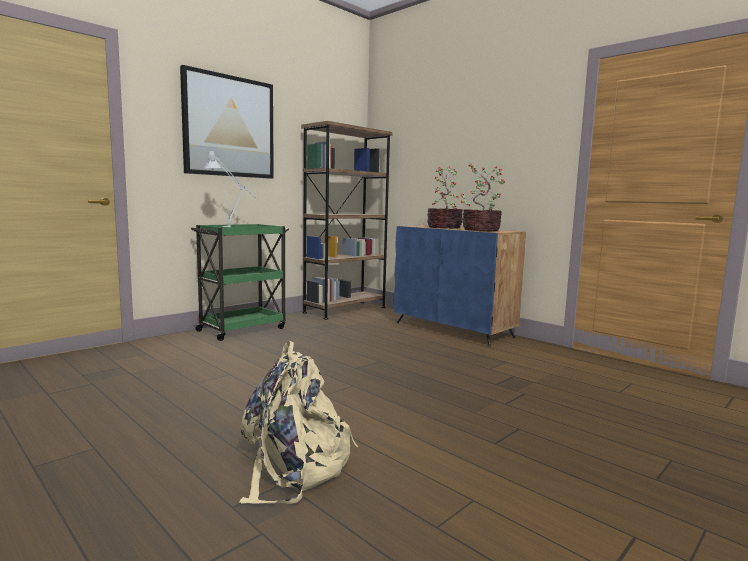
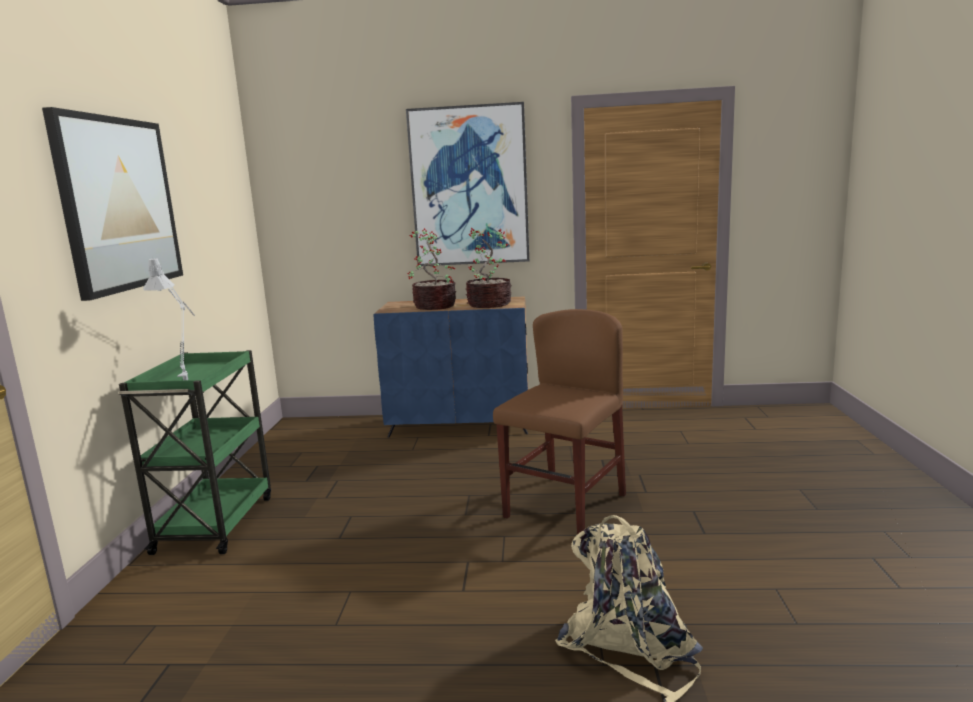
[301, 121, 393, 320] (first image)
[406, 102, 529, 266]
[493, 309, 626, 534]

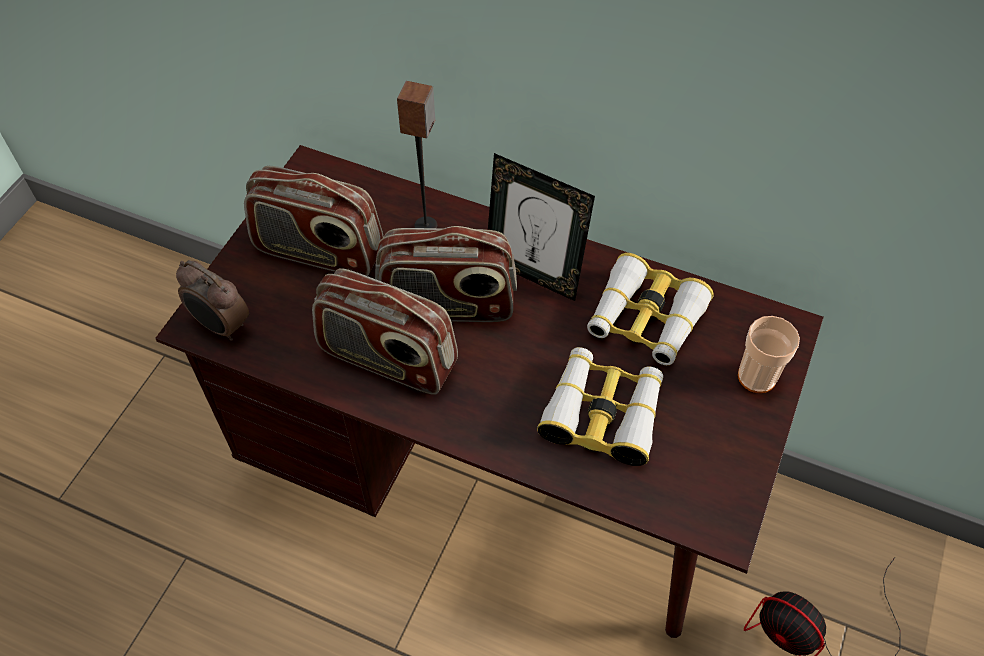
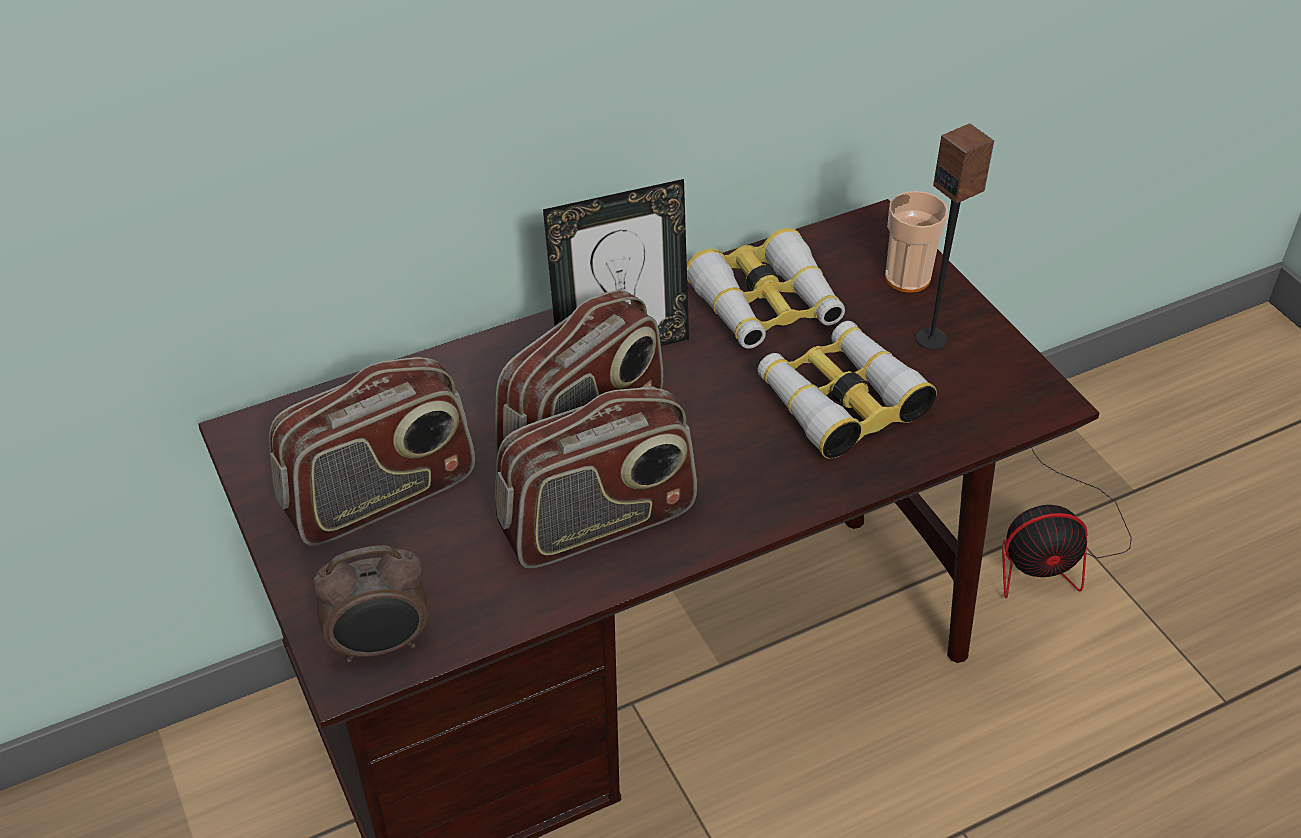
[916, 123, 994, 350]

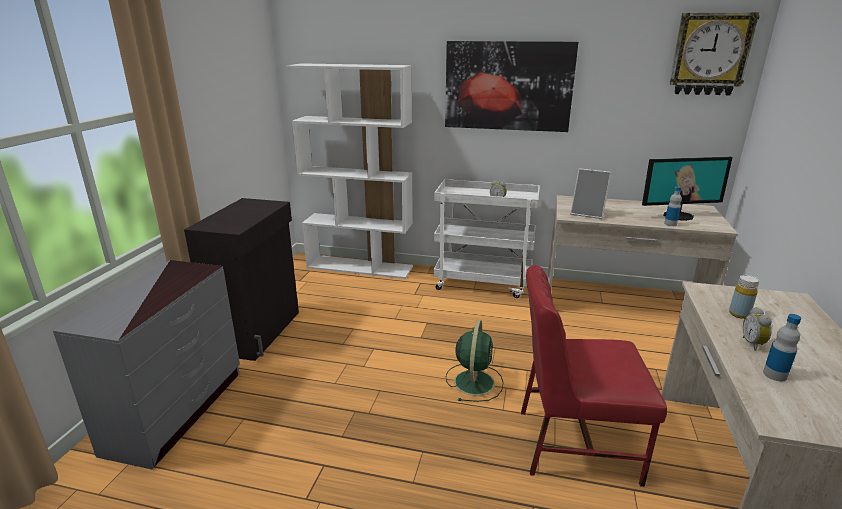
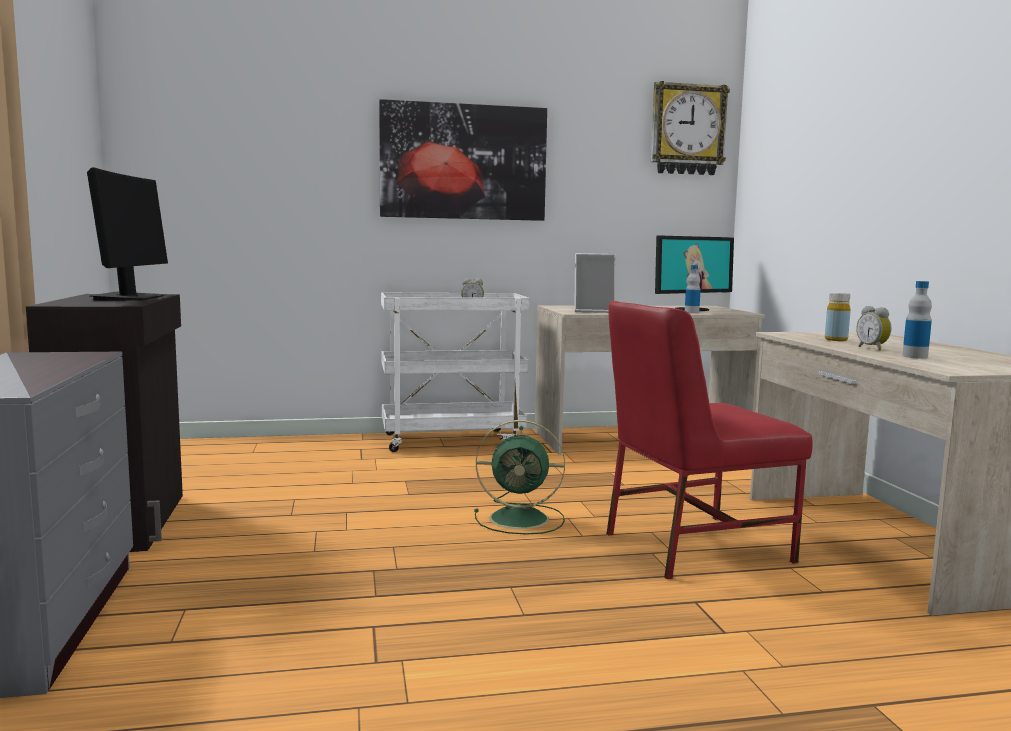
[286, 63, 413, 279] (first image)
[474, 420, 565, 535]
[87, 167, 168, 301]

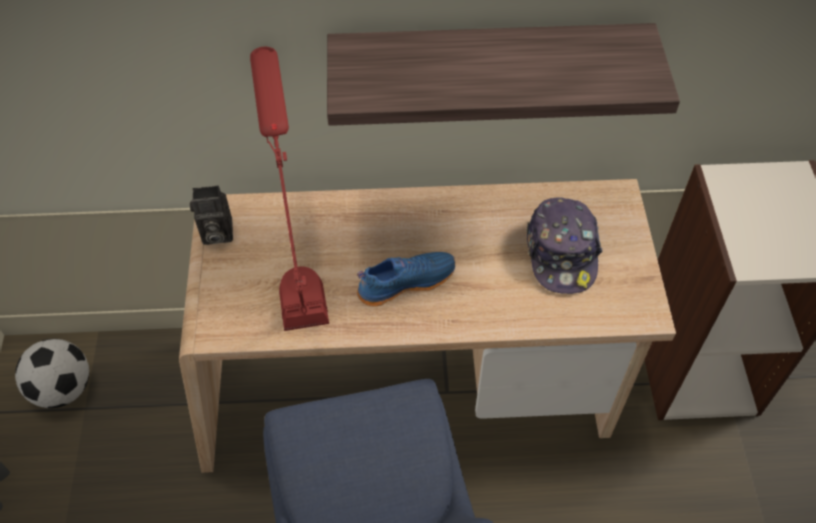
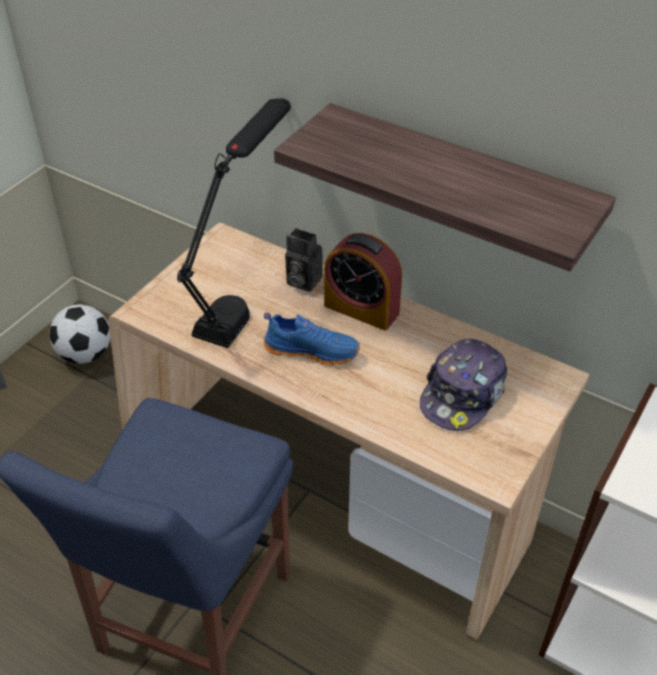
[177, 98, 291, 348]
[285, 228, 323, 292]
[324, 233, 402, 330]

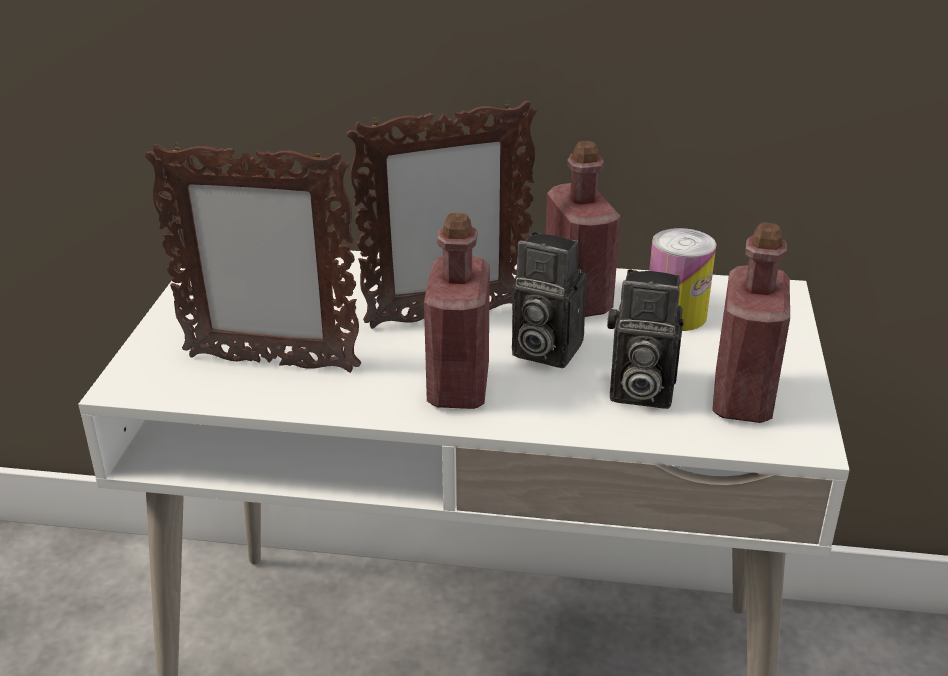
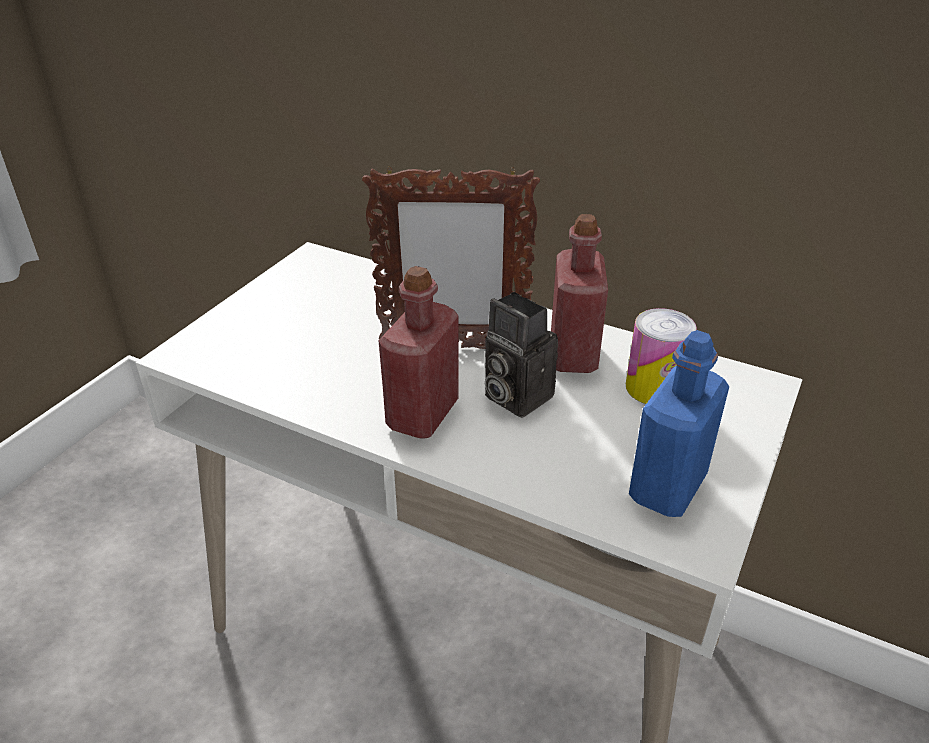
[145, 142, 361, 373] (first image)
[629, 330, 730, 517]
[607, 269, 684, 409] (first image)

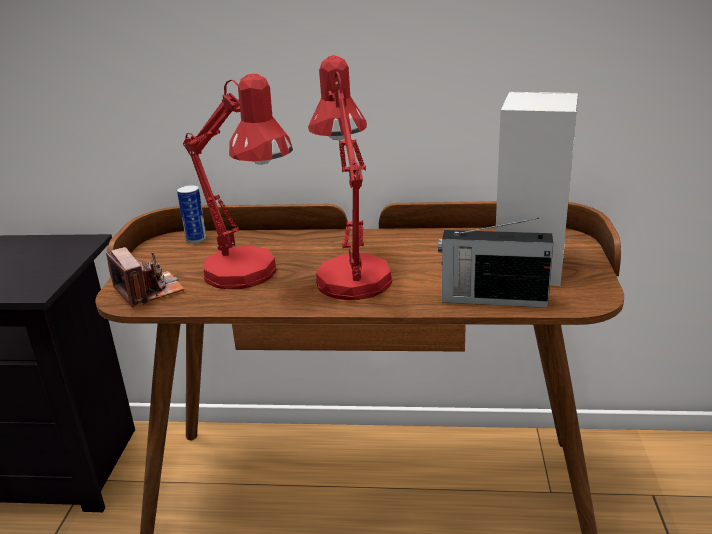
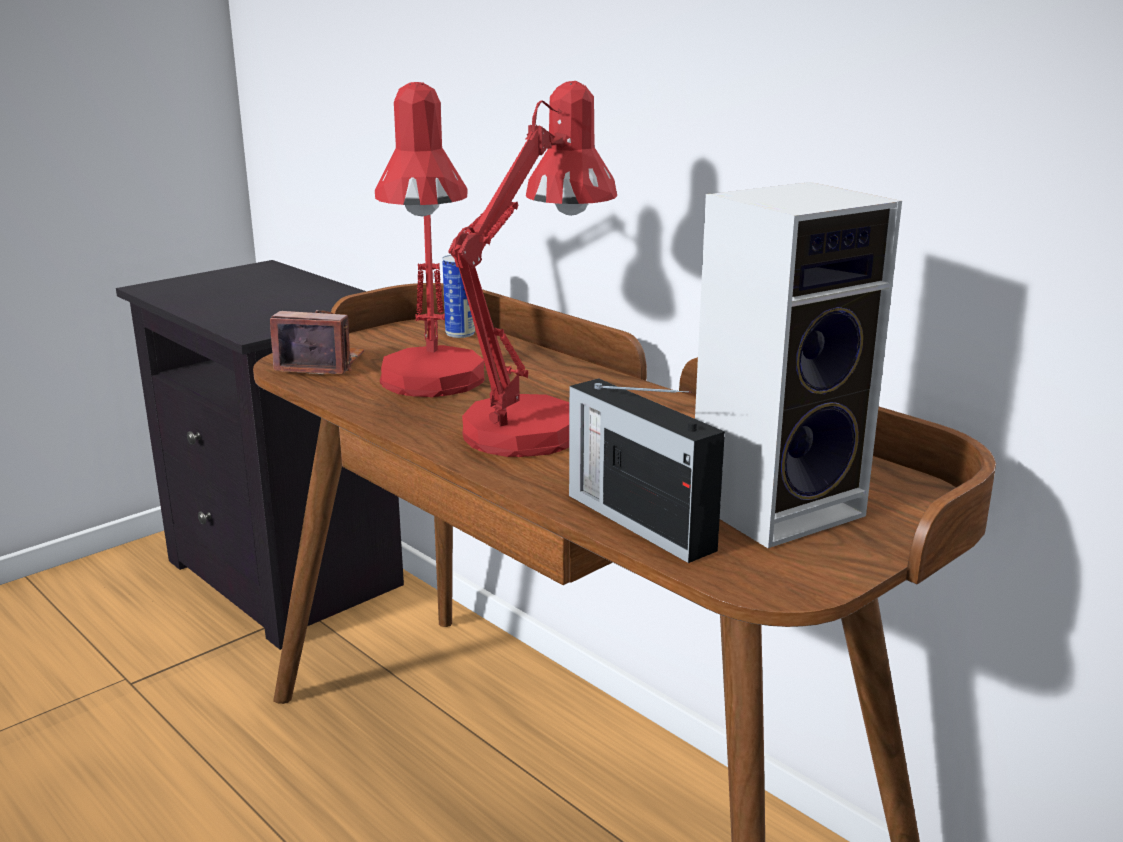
[270, 310, 365, 375]

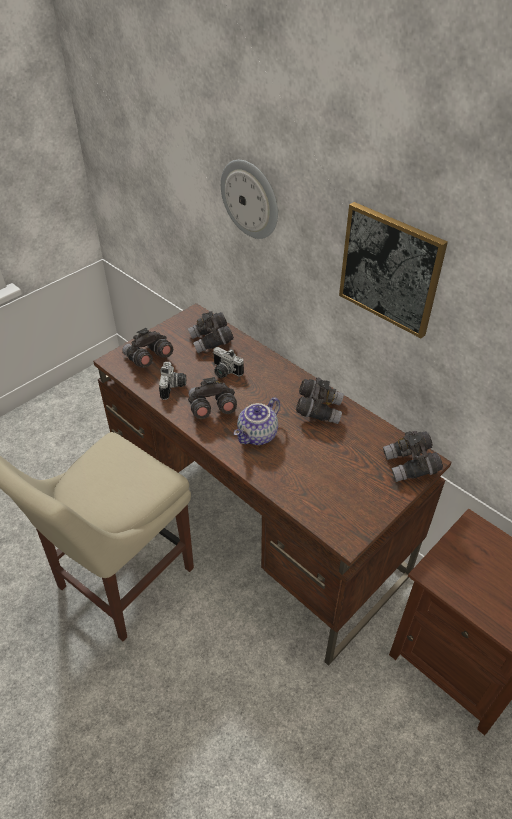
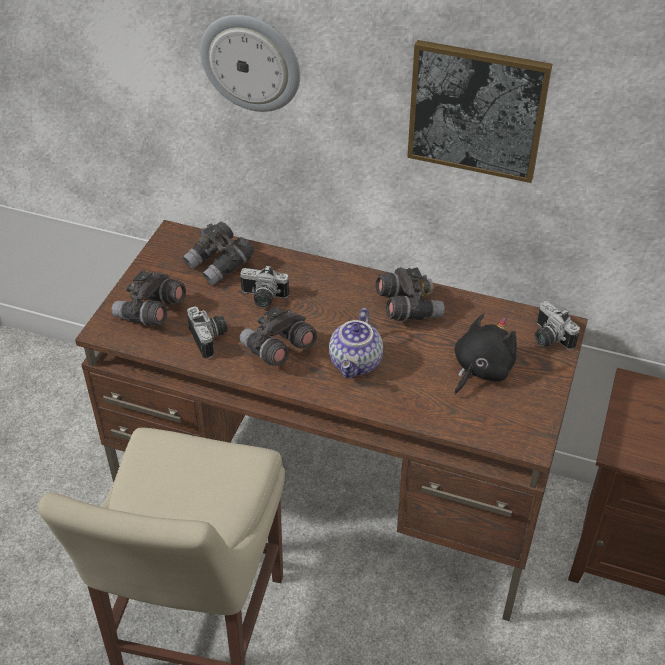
[534, 301, 580, 350]
[454, 314, 517, 395]

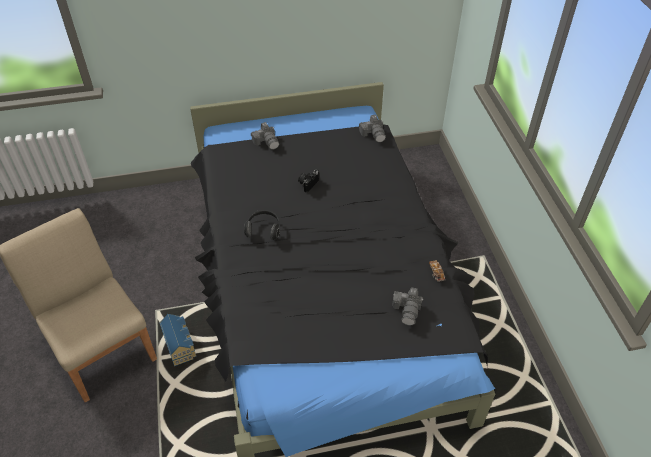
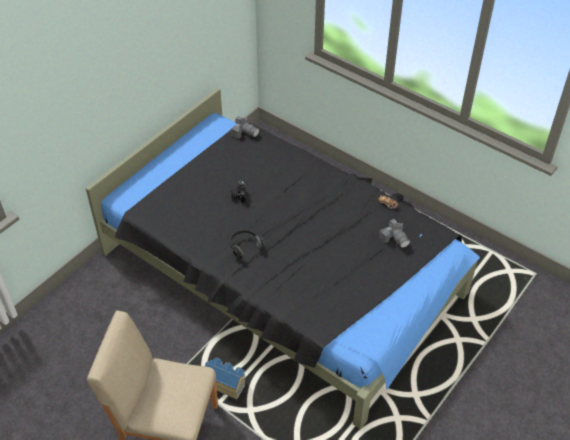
[251, 122, 279, 150] (first image)

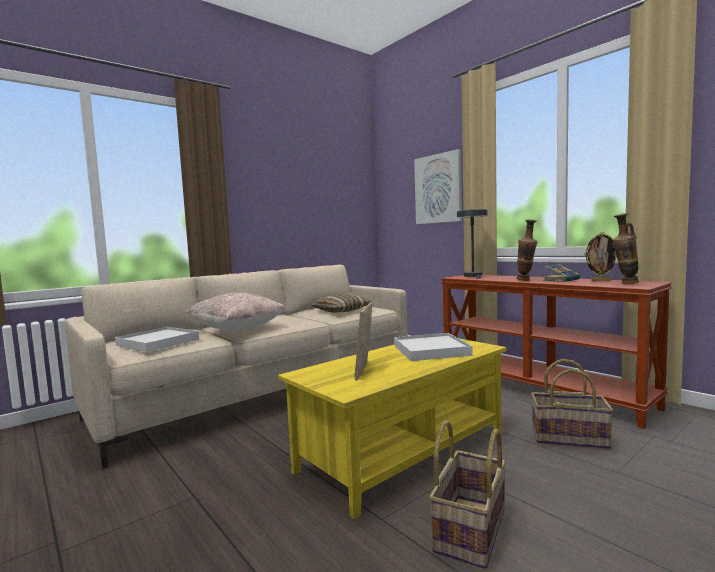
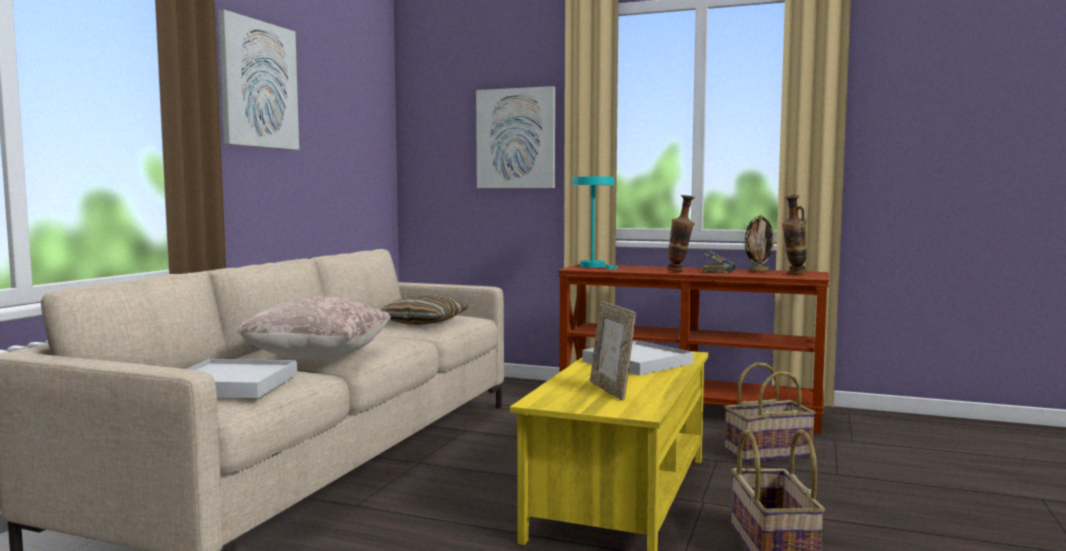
[573, 175, 618, 270]
[218, 10, 299, 150]

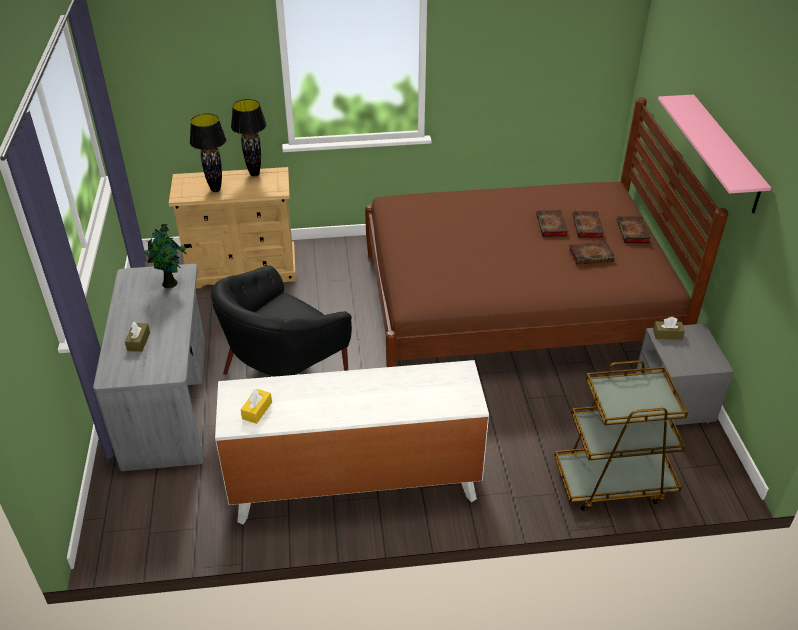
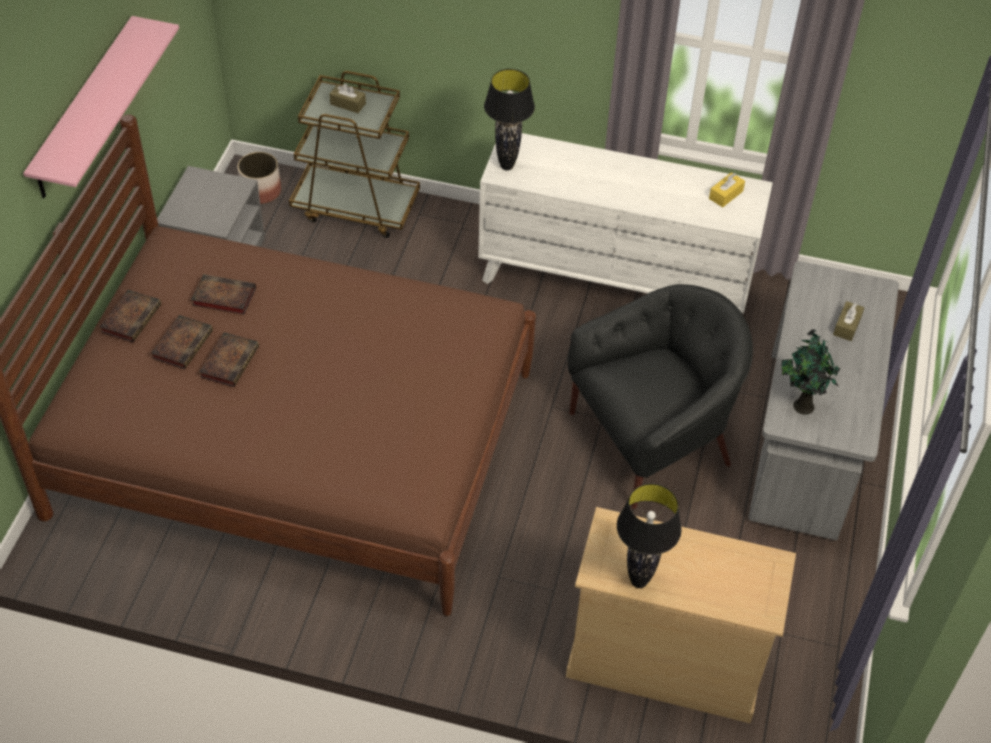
[484, 69, 535, 170]
[330, 83, 366, 113]
[238, 152, 281, 204]

